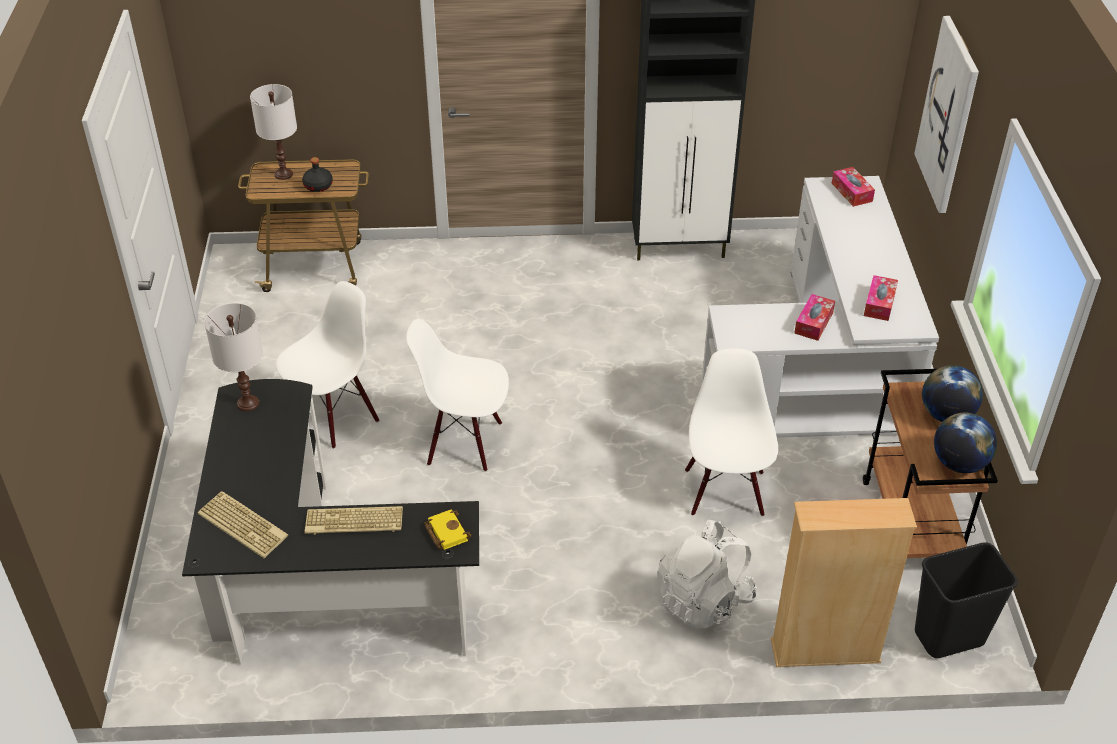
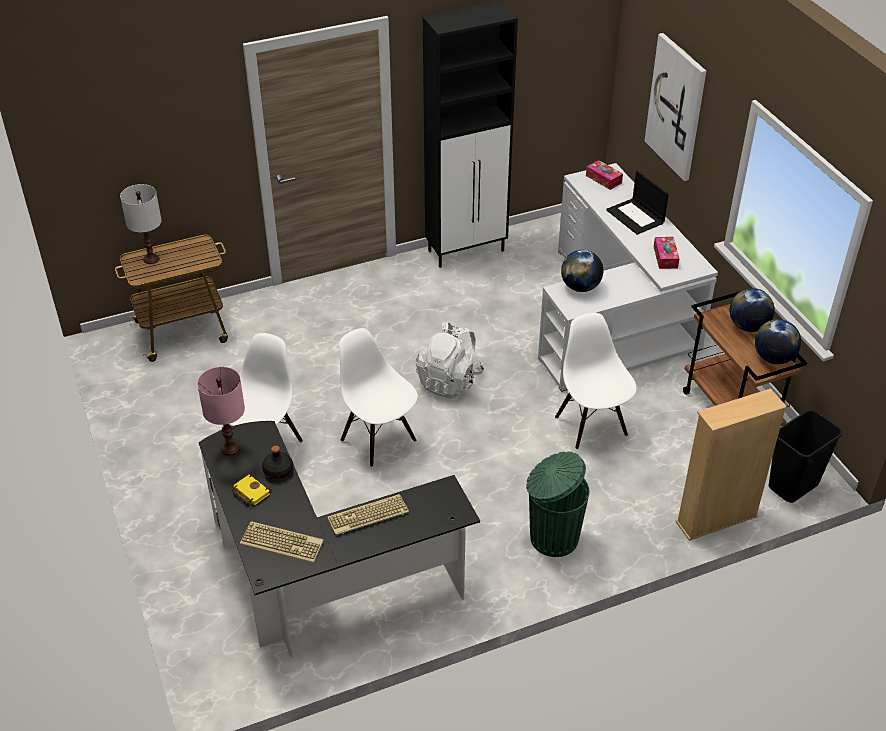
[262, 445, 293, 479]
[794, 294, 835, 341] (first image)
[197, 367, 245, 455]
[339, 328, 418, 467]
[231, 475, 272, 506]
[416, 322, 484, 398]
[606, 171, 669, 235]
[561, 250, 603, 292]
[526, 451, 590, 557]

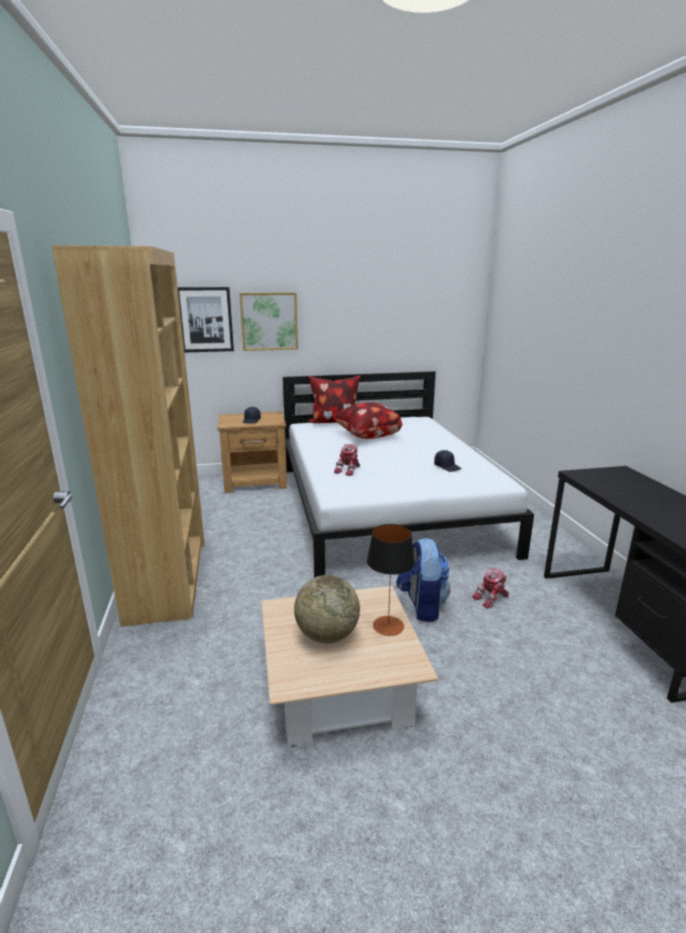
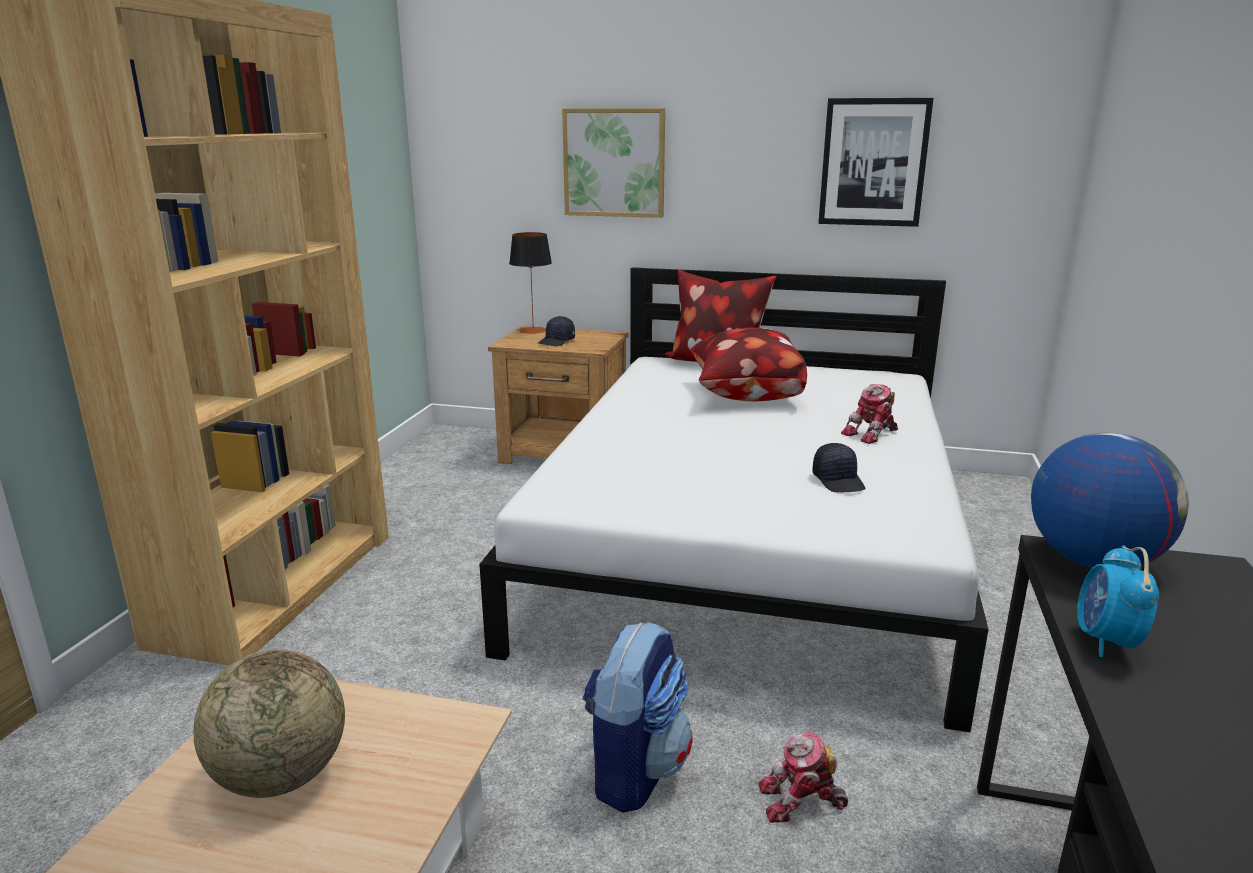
[818, 98, 934, 227]
[841, 384, 898, 444]
[509, 232, 552, 334]
[1031, 433, 1189, 568]
[1077, 545, 1159, 657]

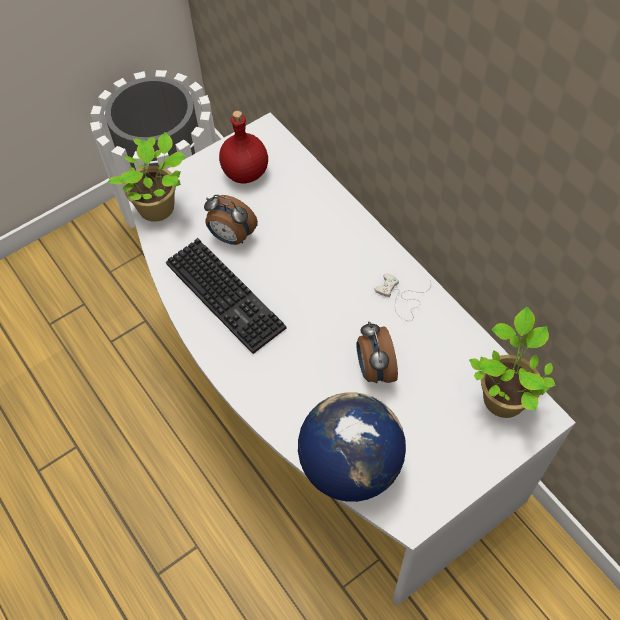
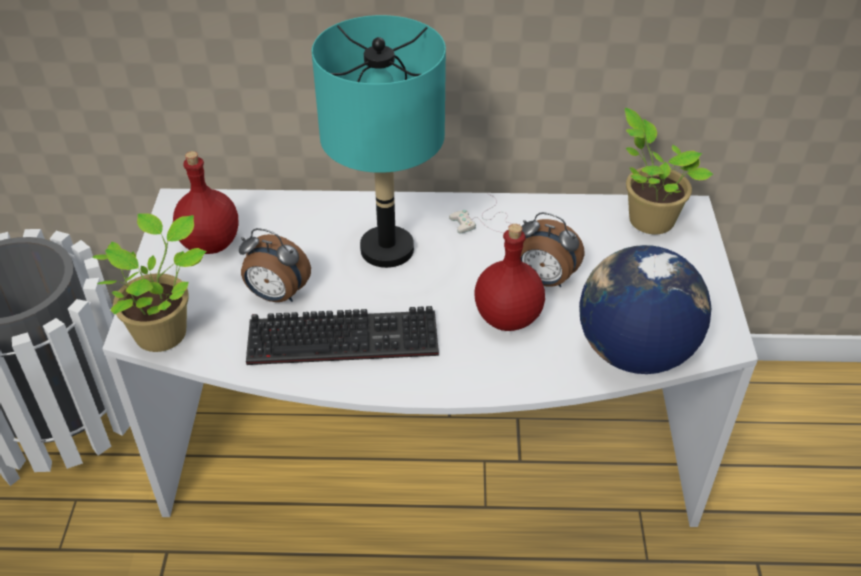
[239, 228, 311, 302]
[312, 15, 446, 268]
[475, 224, 545, 331]

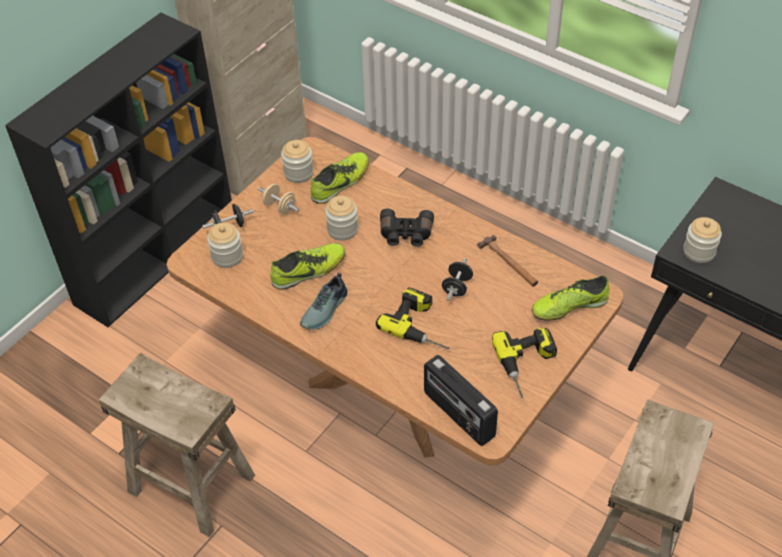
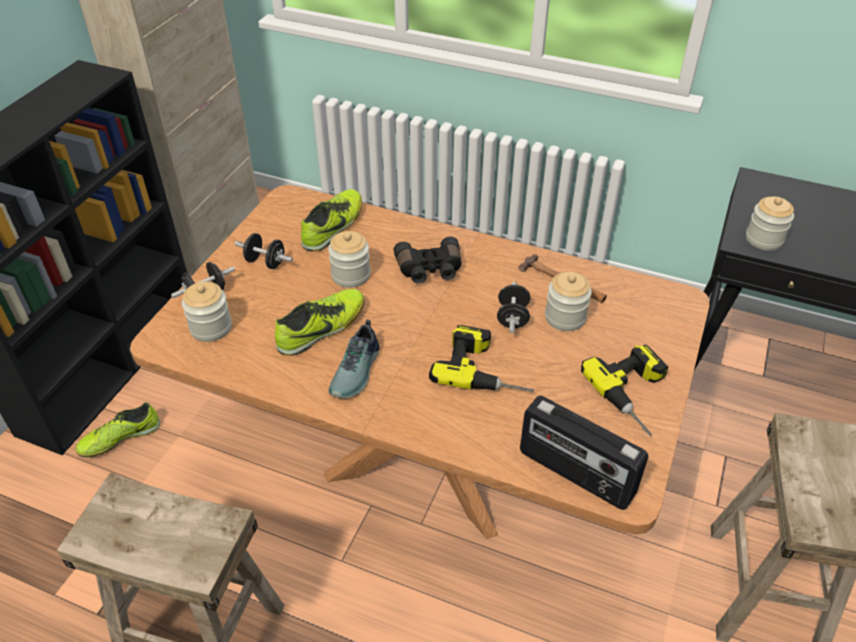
[545, 272, 592, 331]
[235, 233, 293, 269]
[75, 402, 160, 457]

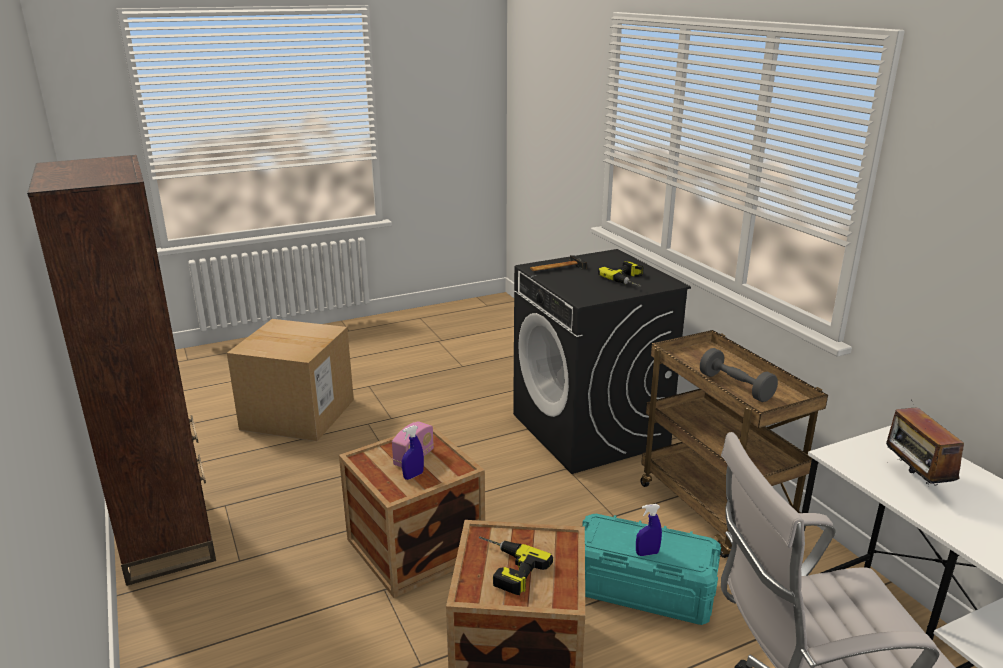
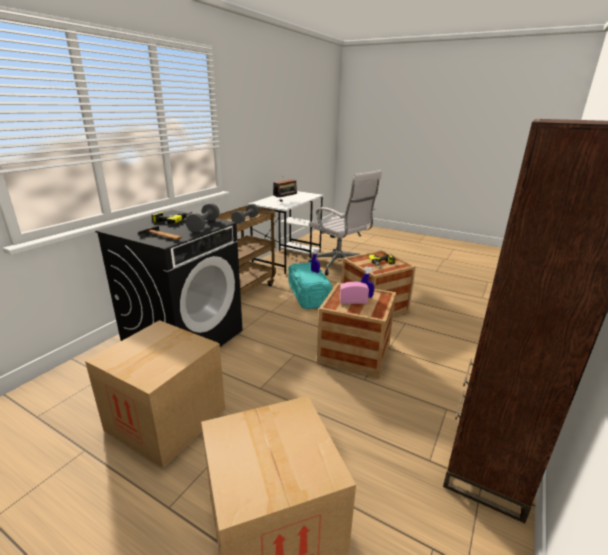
[185, 203, 220, 232]
[85, 320, 225, 468]

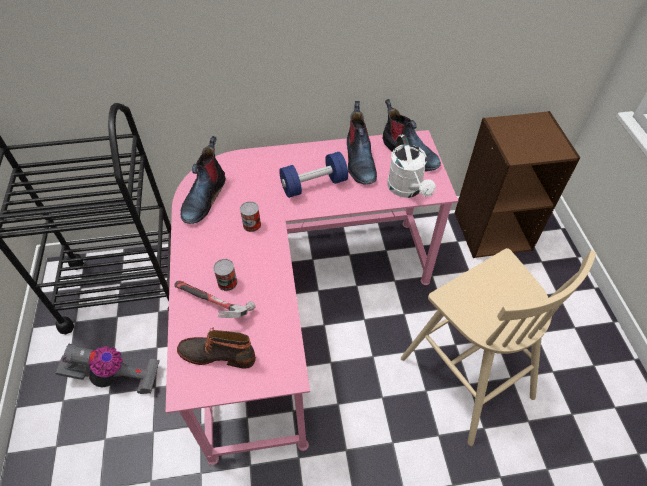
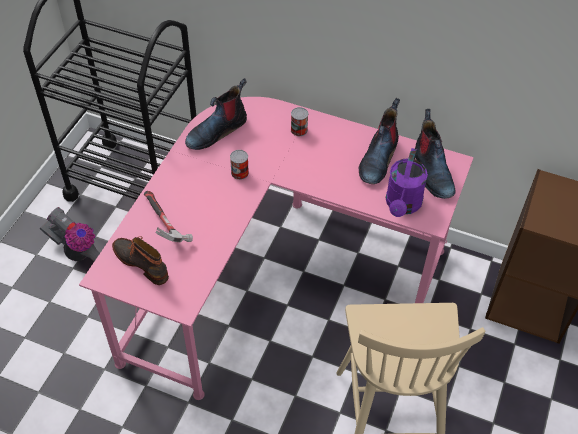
[386, 148, 428, 217]
[279, 152, 348, 198] (first image)
[291, 107, 308, 136]

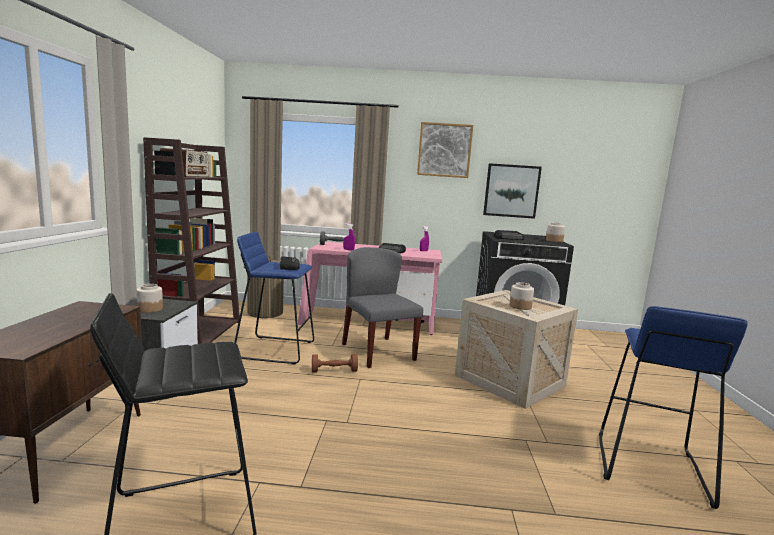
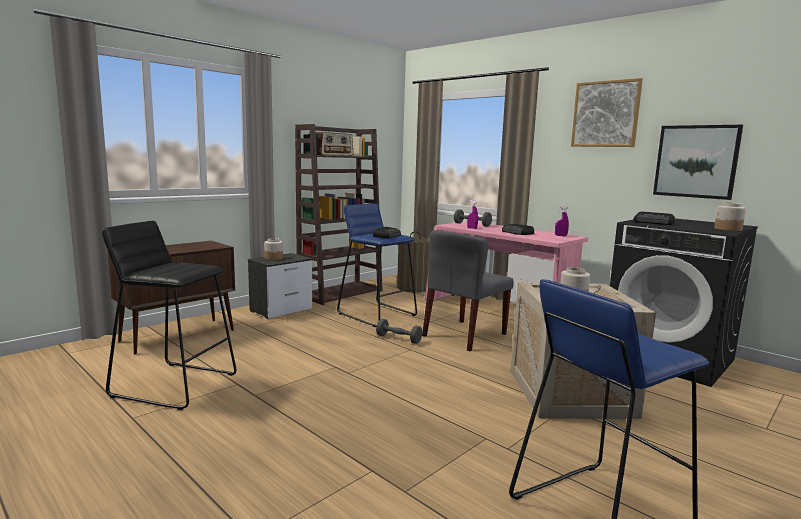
[422, 230, 514, 351]
[376, 319, 422, 344]

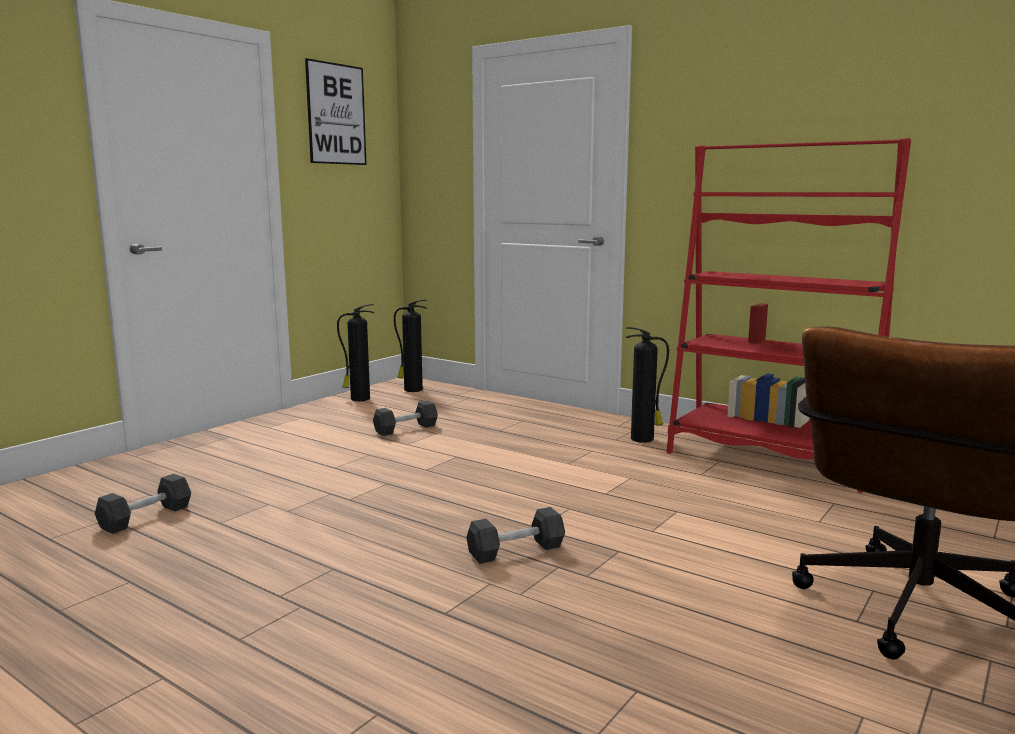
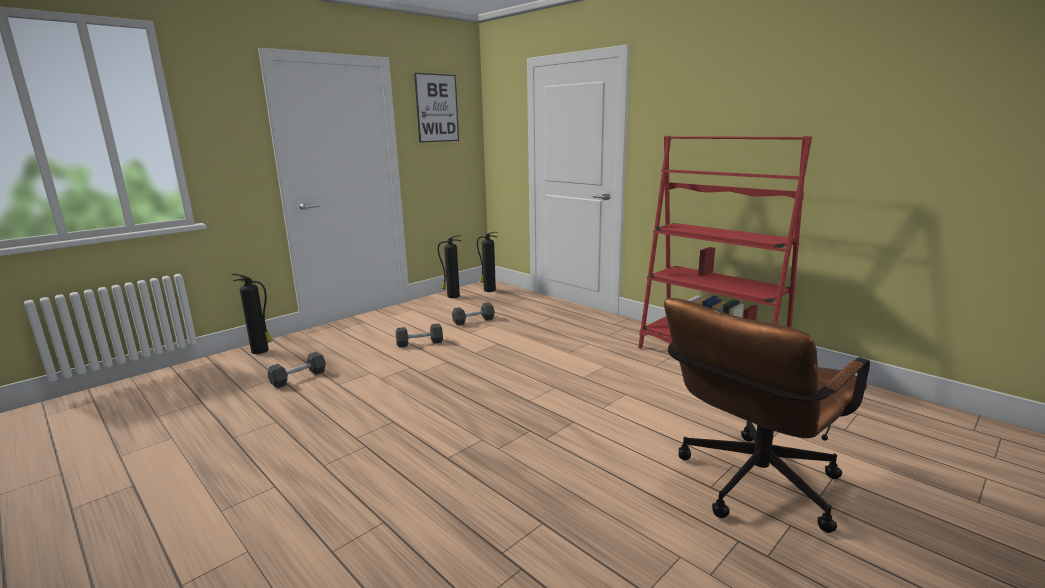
[231, 274, 273, 354]
[395, 324, 443, 348]

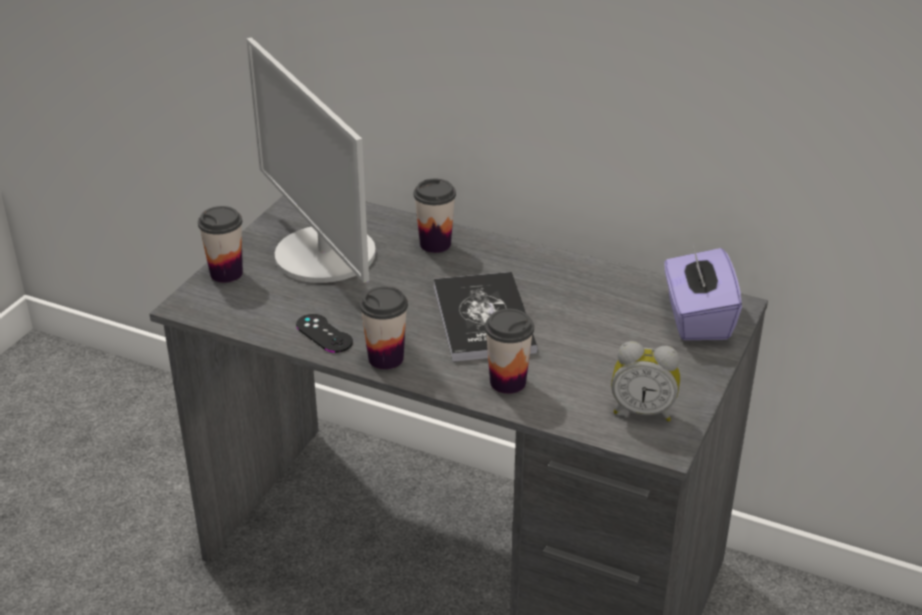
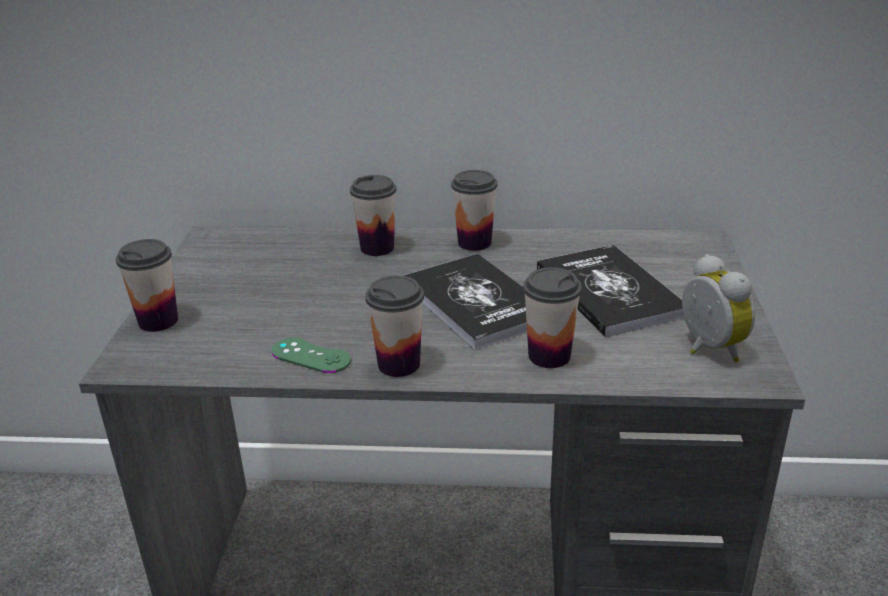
[246, 37, 376, 283] (first image)
[664, 244, 742, 340] (first image)
[272, 338, 351, 373]
[682, 254, 755, 362]
[451, 170, 497, 251]
[537, 245, 684, 337]

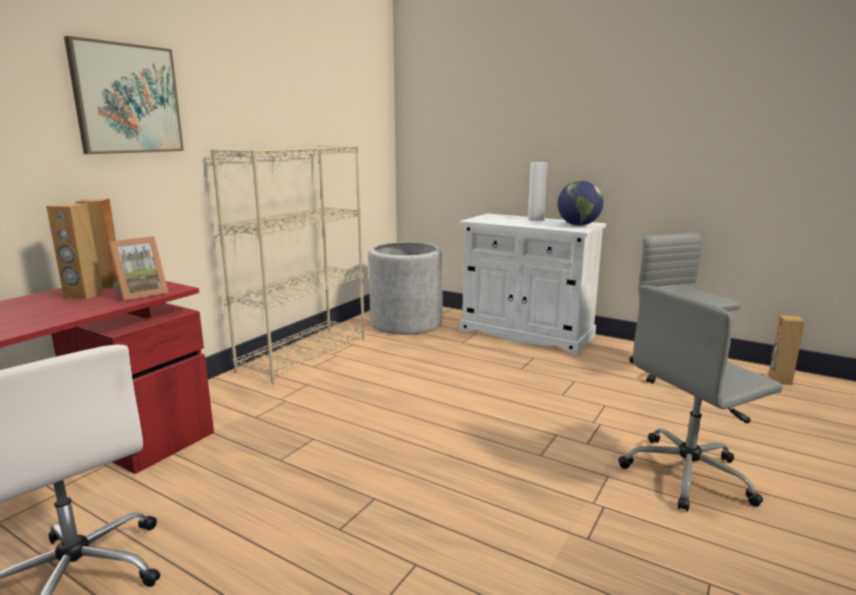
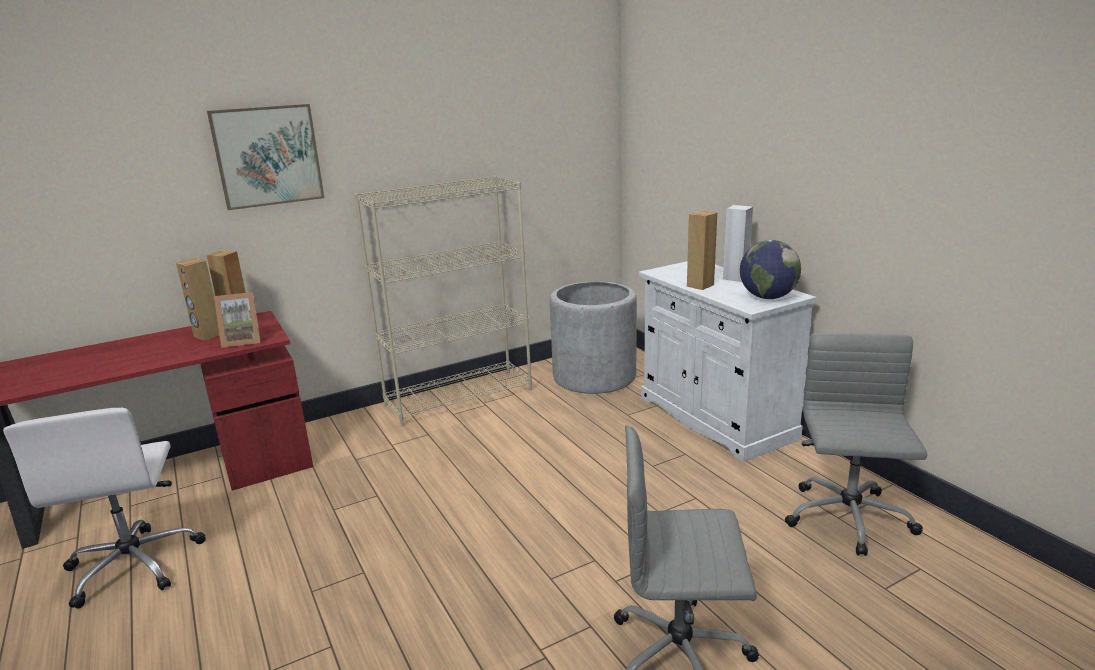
[687, 211, 717, 290]

